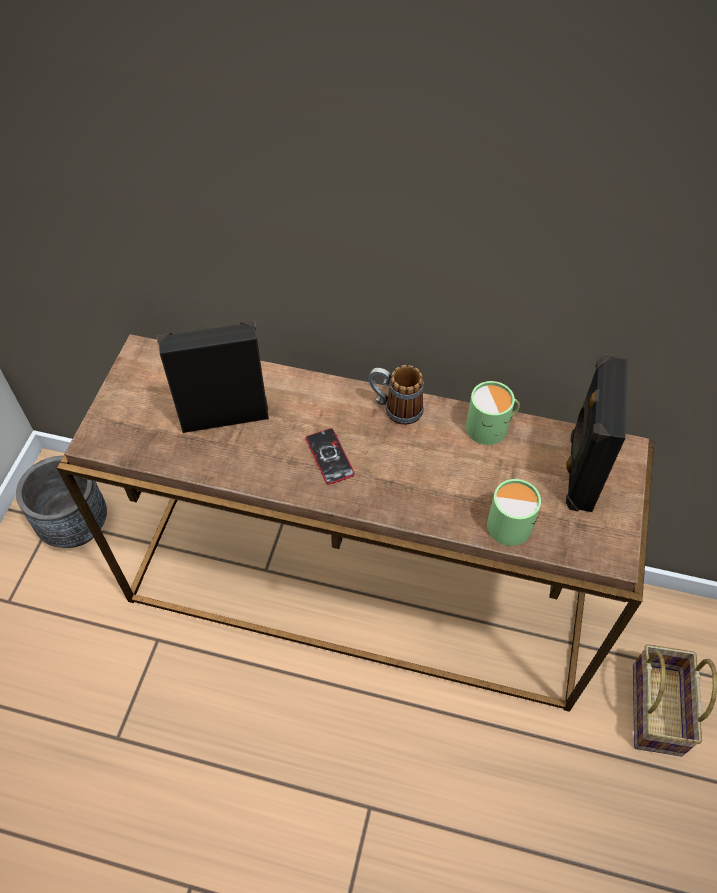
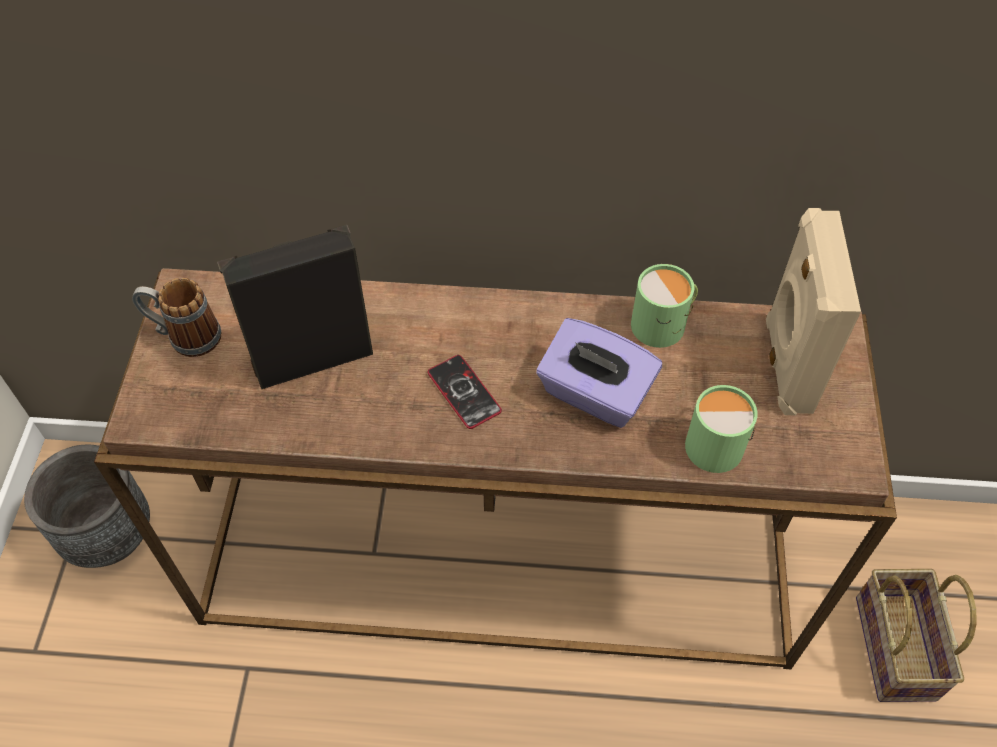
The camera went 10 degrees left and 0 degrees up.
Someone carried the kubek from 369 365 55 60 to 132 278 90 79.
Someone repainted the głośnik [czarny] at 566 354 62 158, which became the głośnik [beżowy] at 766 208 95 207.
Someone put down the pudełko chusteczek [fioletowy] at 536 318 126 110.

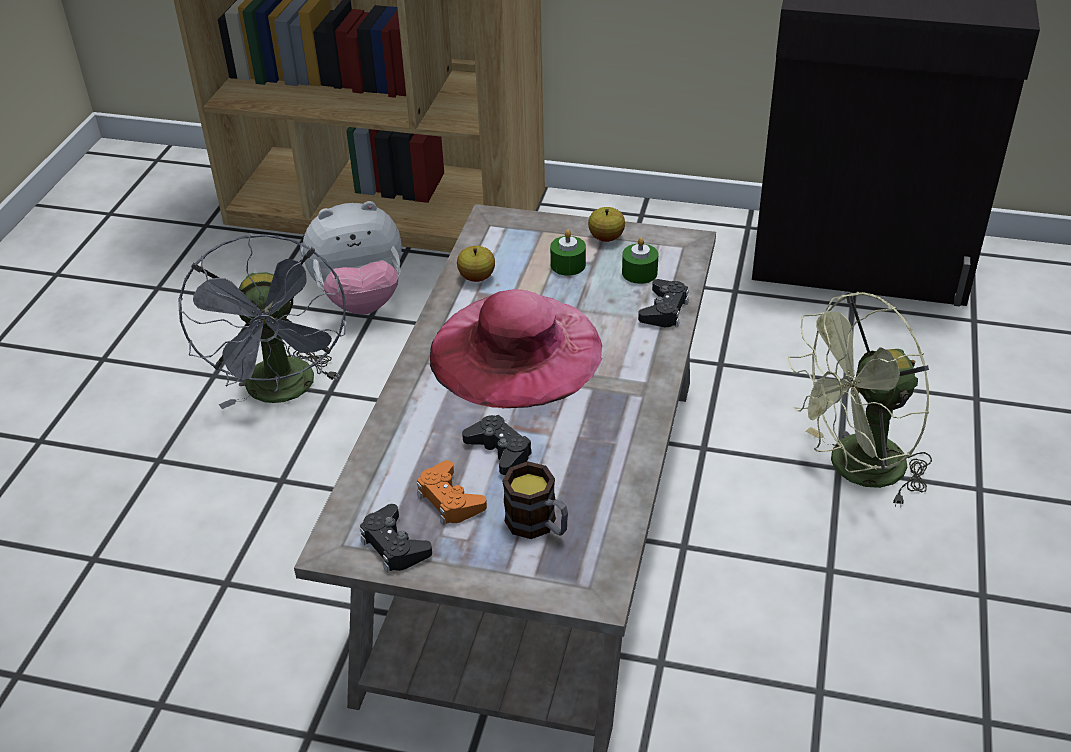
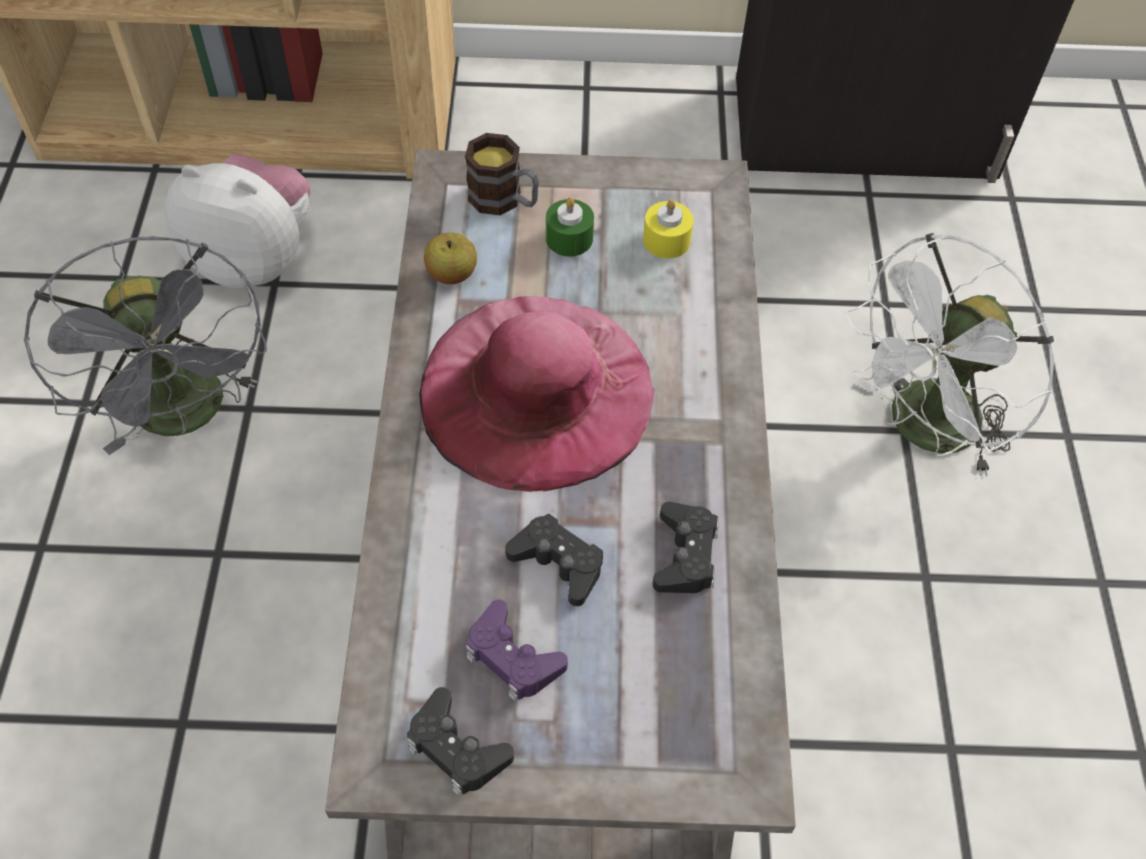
The camera went 15 degrees left and 15 degrees up.
Someone rotated the pluszak at 302 201 100 114 by 135 degrees counterclockwise.
Someone repainted the pad do gier [pomarańczowy] at 417 460 70 65, which became the pad do gier [fioletowy] at 466 600 102 102.
Someone carried the kubek from 502 461 66 78 to 465 133 74 82.
Someone took away the jabłko at 588 207 37 35.
Someone repainted the świeca [zielony] at 622 237 36 47, which became the świeca [żółty] at 643 199 51 59.
Someone carried the pad do gier [czarny] from 638 279 51 48 to 652 502 67 91.
Someone repainted the wentylator [zielony] at 788 292 144 216, which became the wentylator [biały] at 846 233 208 243.

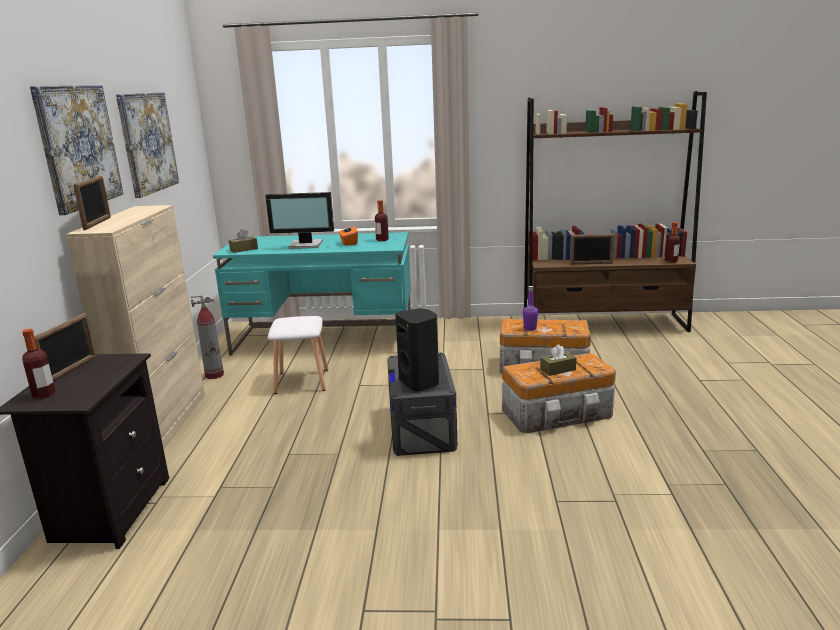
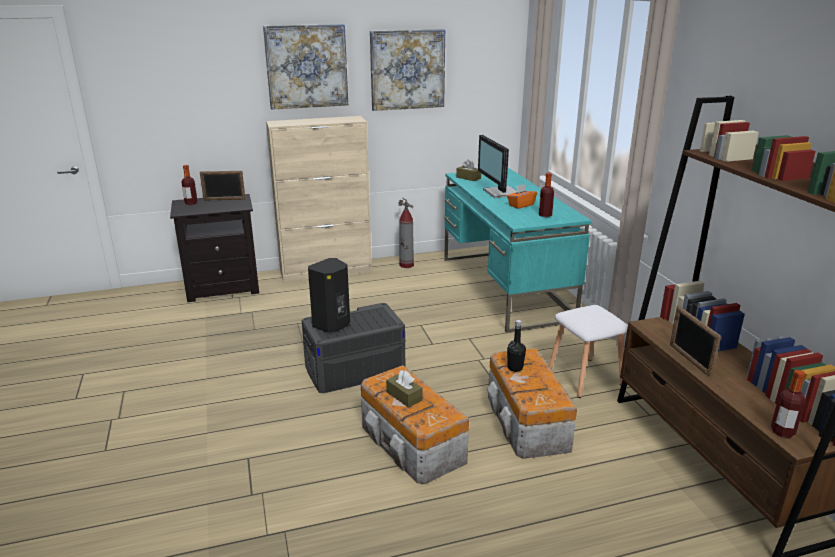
The camera went 70 degrees right and 5 degrees up.
Someone took away the ramka na zdjęcie at 73 176 38 54.
Someone carried the stołek [biały] from 268 316 60 78 to 548 305 80 93.
Someone repainted the butelka [fioletowy] at 523 286 15 45, which became the butelka [czarny] at 507 320 19 52.

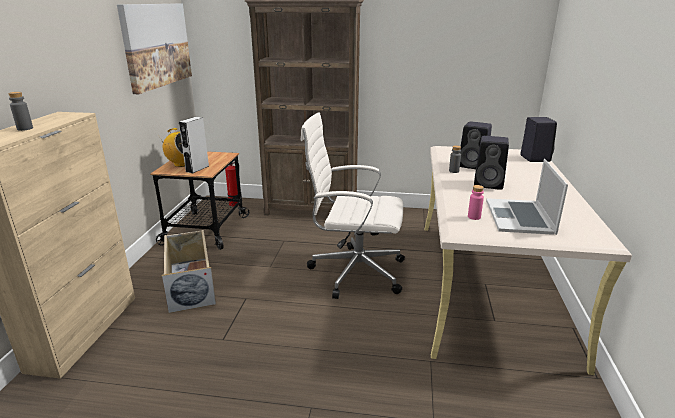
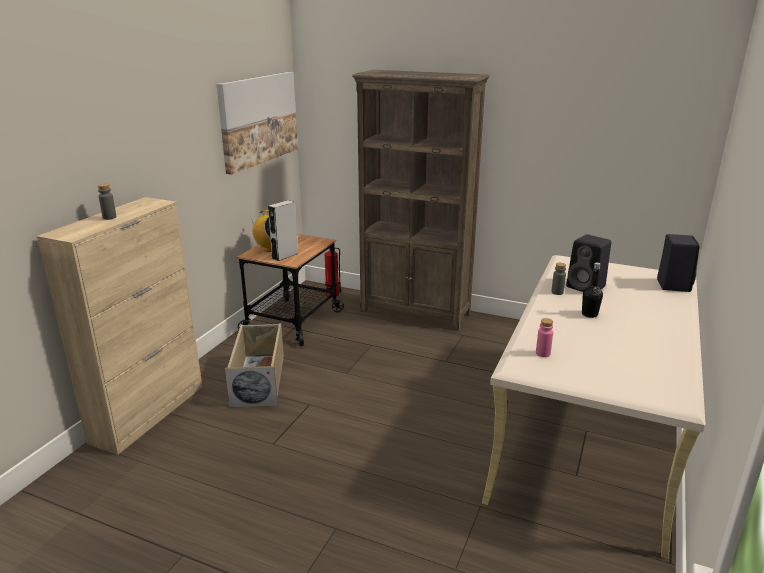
The camera went 15 degrees right and 0 degrees up.
Someone took away the krzesło biurowe [biały] at 300 112 105 187.
Someone swapped the głośnik [czarny] at 474 136 35 54 for the butelka [czarny] at 582 263 21 55.
Someone took away the laptop at 486 159 82 76.

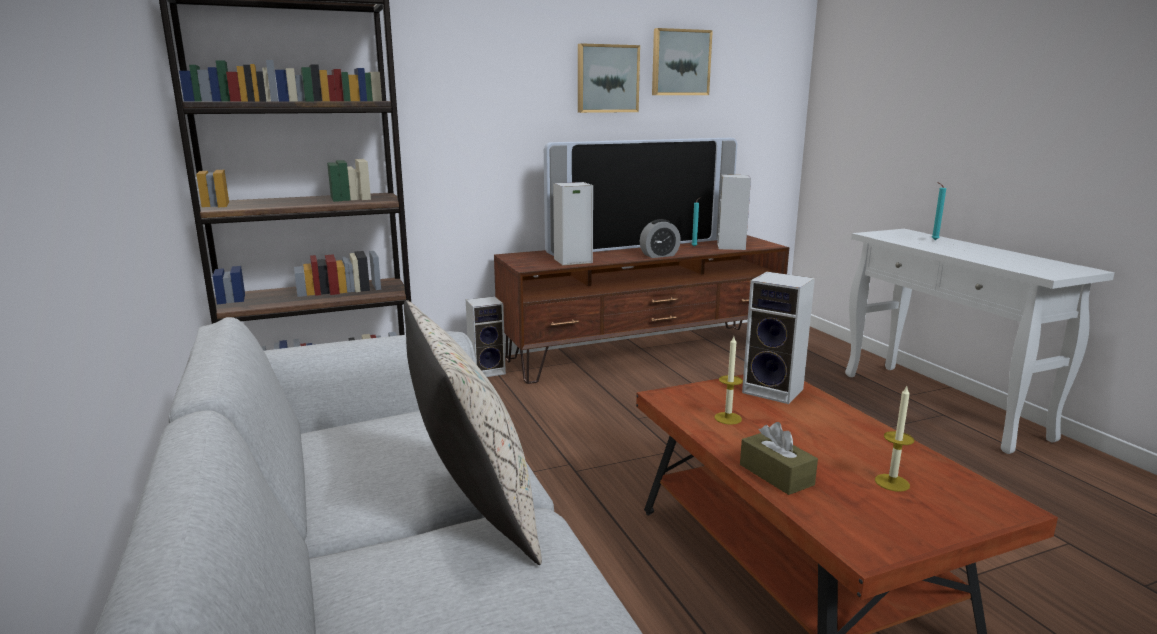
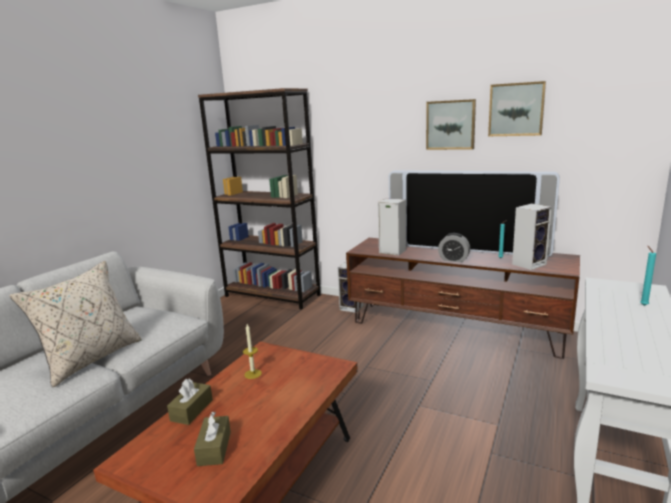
The camera went 50 degrees right and 0 degrees up.
Someone took away the głośnik at 742 272 73 132.
Someone swapped the świeca at 875 386 39 106 for the pudełko chusteczek [brązowy] at 194 411 37 55.

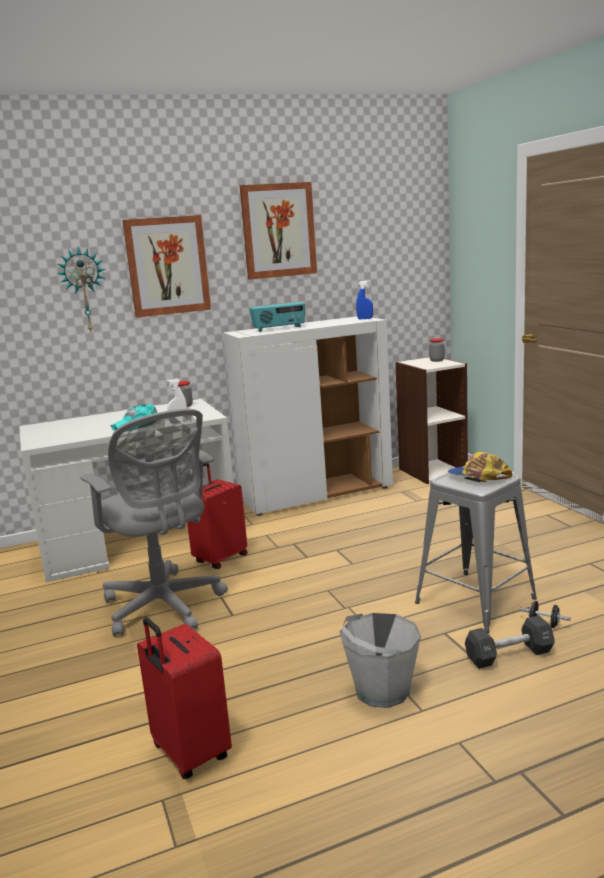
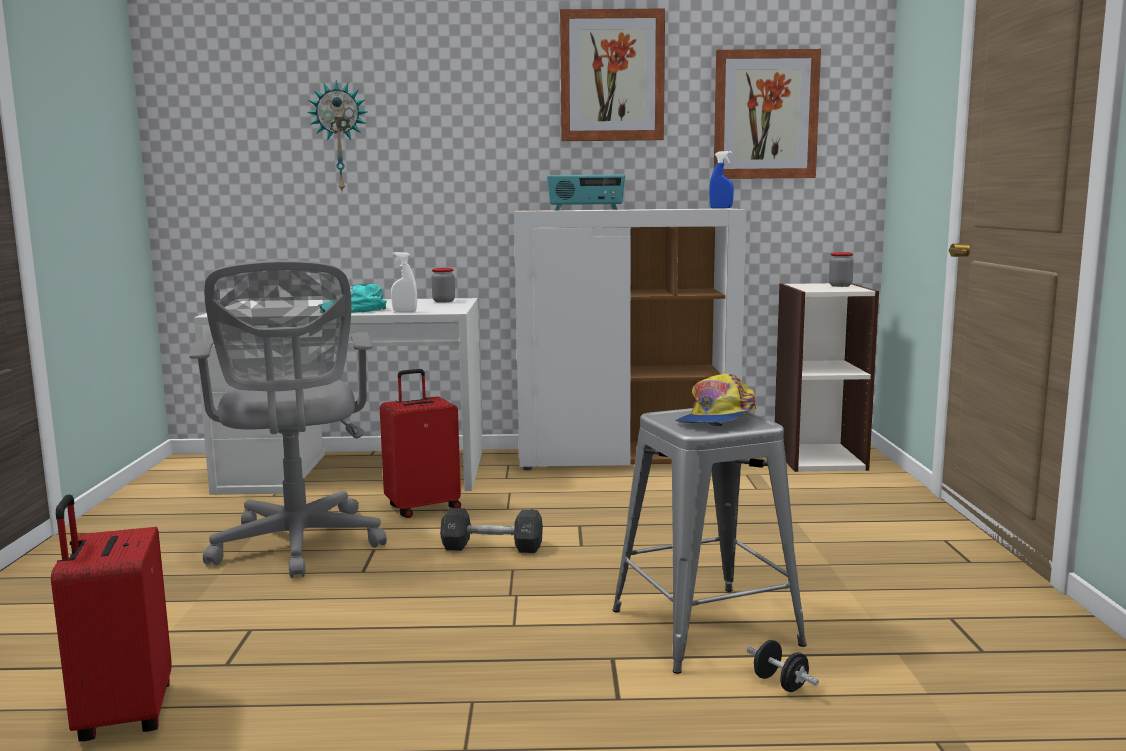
The camera went 20 degrees right and 5 degrees down.
Someone carried the obraz from 122 215 89 103 to 714 49 107 130.
Someone took away the wiadro [szary] at 340 613 81 95.
Someone rotated the czapka z daszkiem at 448 452 64 28 by 120 degrees counterclockwise.
Someone carried the hantel [czarny] from 465 615 90 54 to 440 508 103 45.

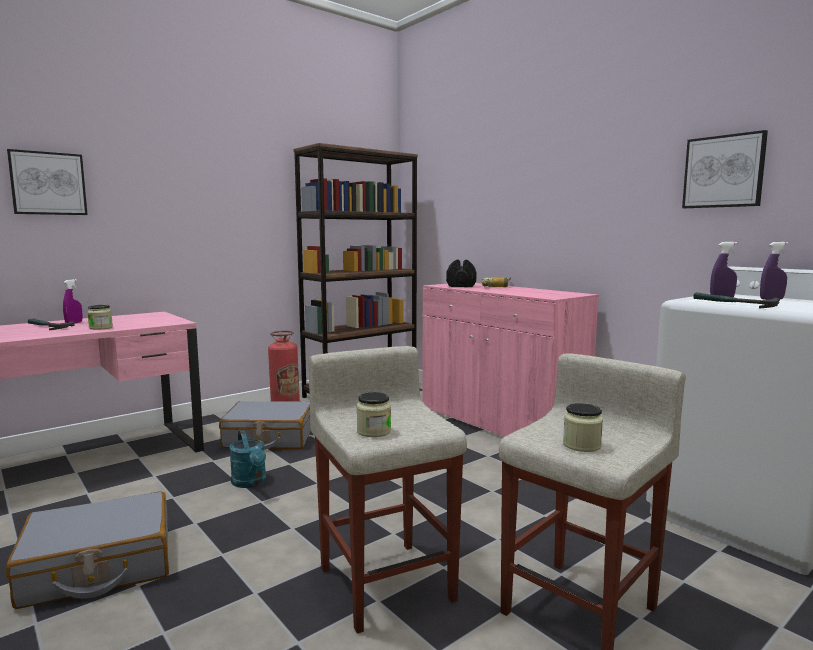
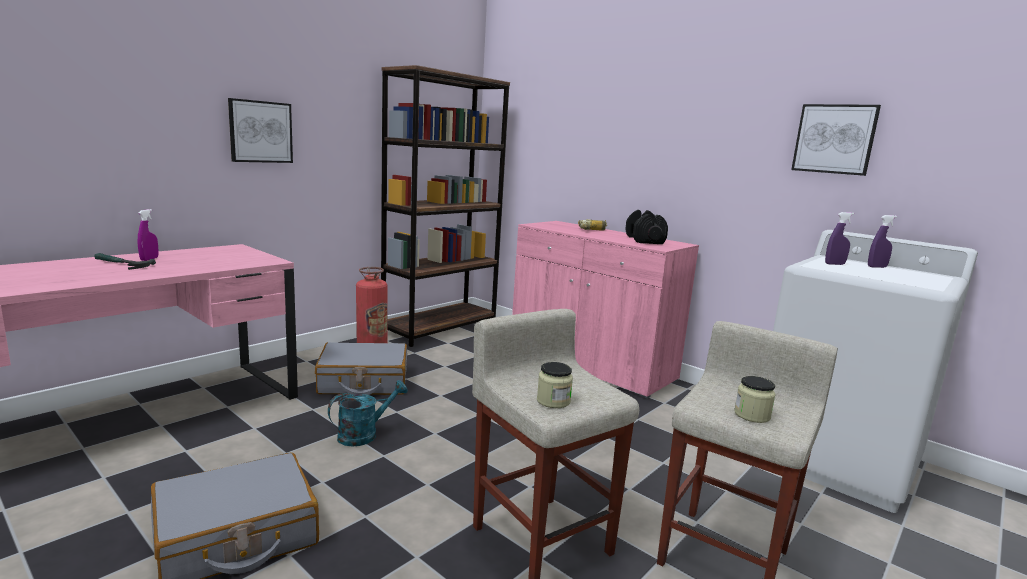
The camera went 10 degrees left and 5 degrees up.
Someone carried the obraz from 7 149 81 66 to 228 98 65 65.
Someone took away the słoik at 87 305 26 25.
Someone rotated the konewka [turkusowy] at 229 430 37 58 by 90 degrees counterclockwise.
Someone carried the hantel [czarny] from 446 260 31 27 to 625 210 43 34.
Someone took away the młotek at 693 292 87 16.

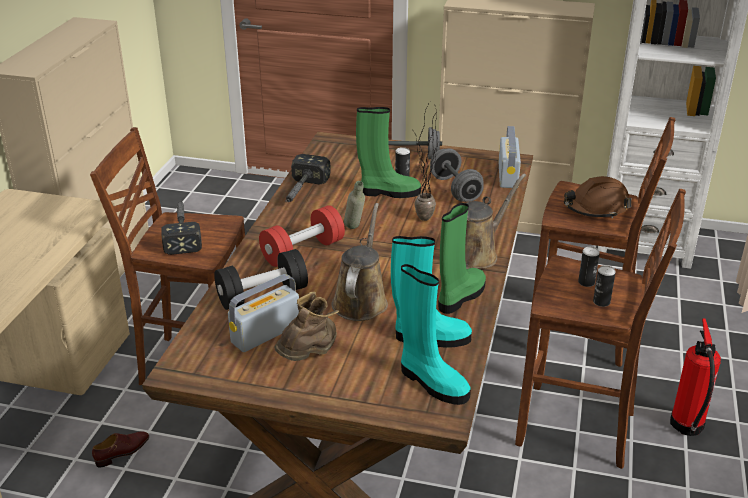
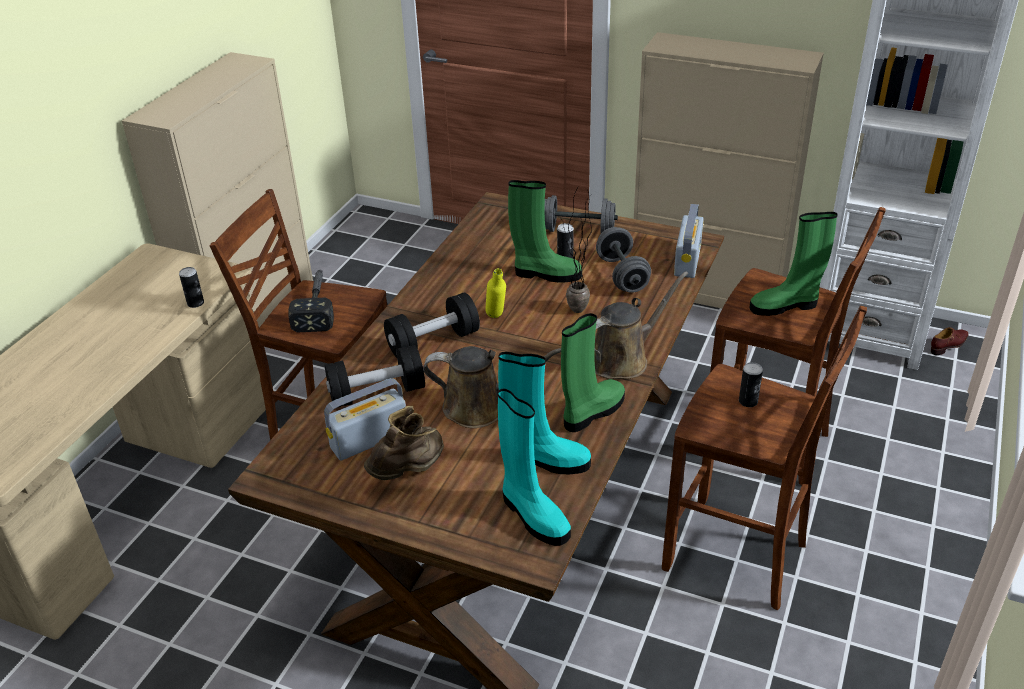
The camera went 10 degrees right and 5 degrees up.
Someone carried the but [brązowy] from 92 431 57 36 to 931 327 38 28.
Someone repainted the hantel [czerwony] at 259 205 86 62, which became the hantel [czarny] at 384 293 96 65.
Someone took away the młotek at 285 154 46 48.
Someone rotated the konewka [brązowy] at 332 203 56 118 by 75 degrees clockwise.
Someone repainted the butelka [szary] at 344 181 21 48, which became the butelka [żółty] at 485 268 21 50.
Someone swapped the kask [brązowy] at 564 176 67 42 for the but z cholewką [zielony] at 749 212 88 104.
Someone carried the puszka from 593 265 23 42 to 179 267 25 41.
Someone took away the gaśnica at 670 318 51 118.

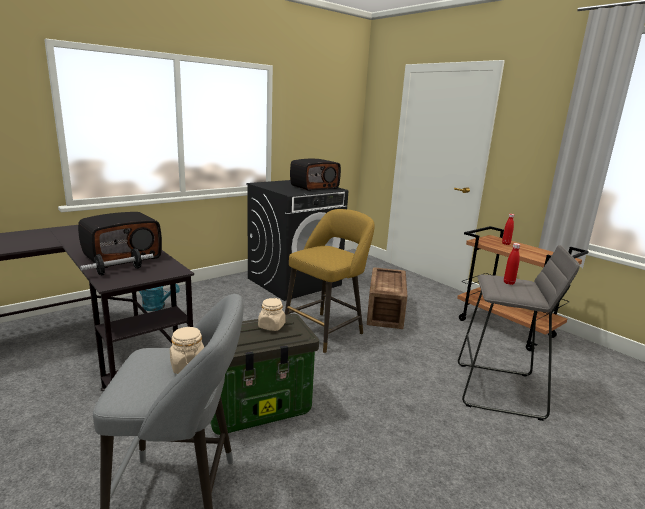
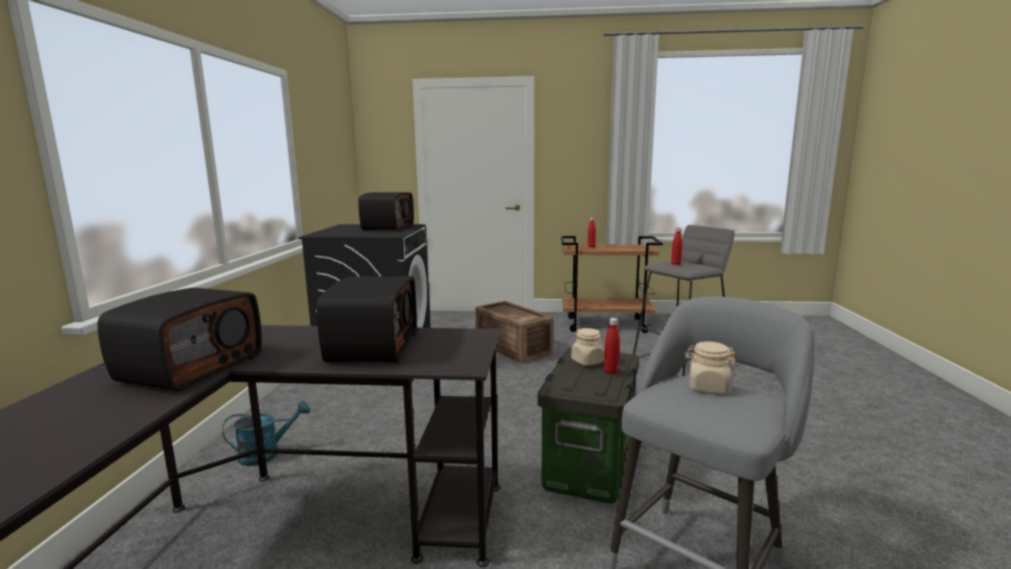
The camera went 45 degrees left and 5 degrees down.
Someone took away the hantel at 80 248 73 27.
Someone took away the stołek [żółty] at 285 209 90 144.
Someone put down the radio at 97 288 165 104.
Someone put down the butelka [czerwony] at 604 318 16 56.

